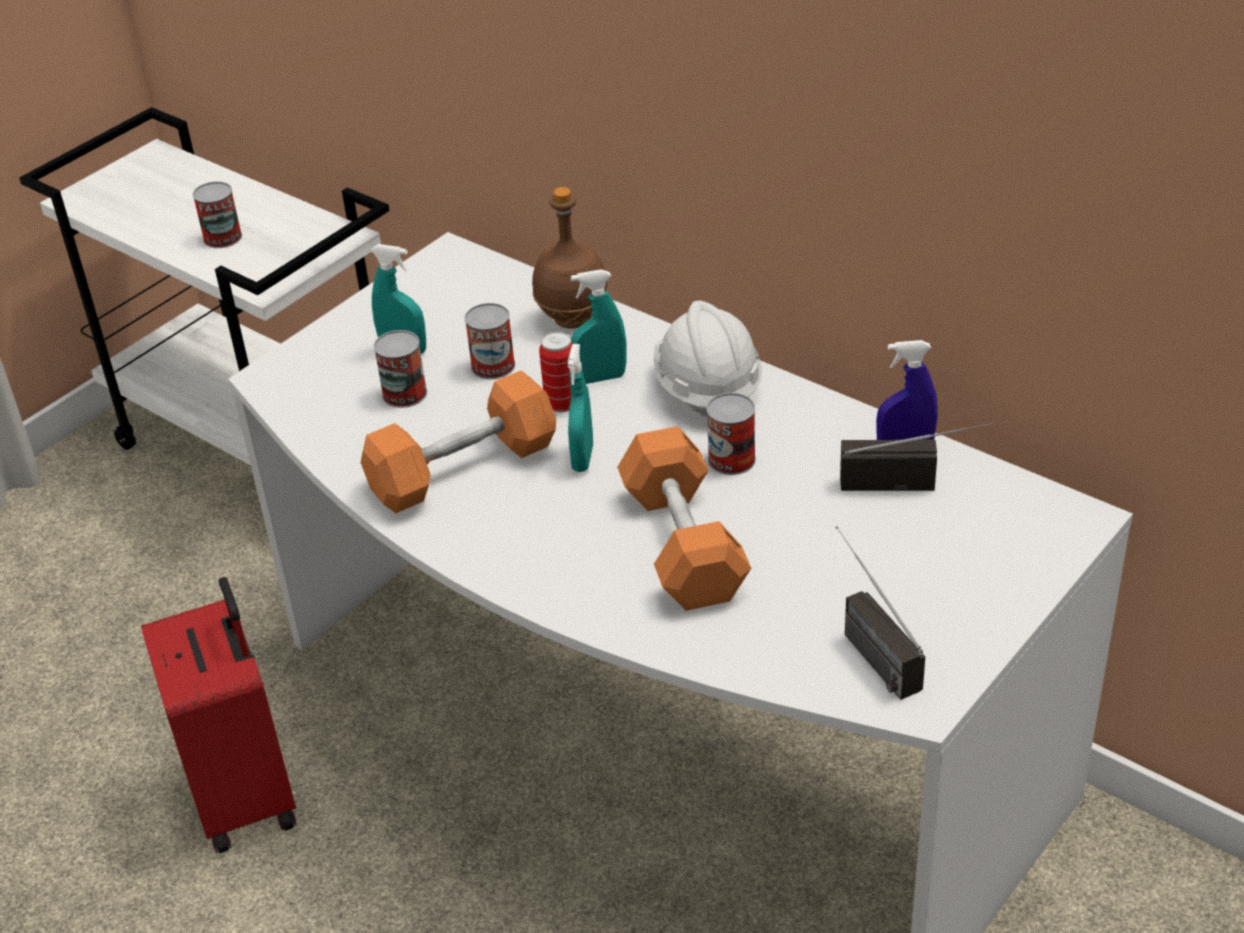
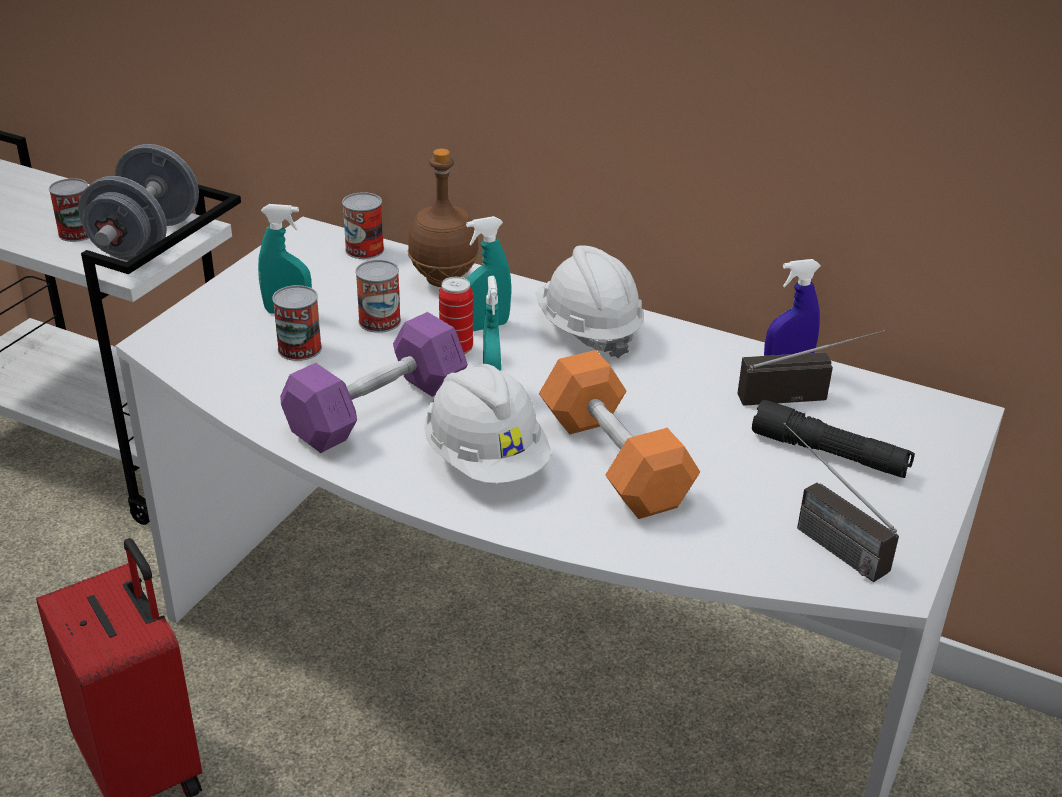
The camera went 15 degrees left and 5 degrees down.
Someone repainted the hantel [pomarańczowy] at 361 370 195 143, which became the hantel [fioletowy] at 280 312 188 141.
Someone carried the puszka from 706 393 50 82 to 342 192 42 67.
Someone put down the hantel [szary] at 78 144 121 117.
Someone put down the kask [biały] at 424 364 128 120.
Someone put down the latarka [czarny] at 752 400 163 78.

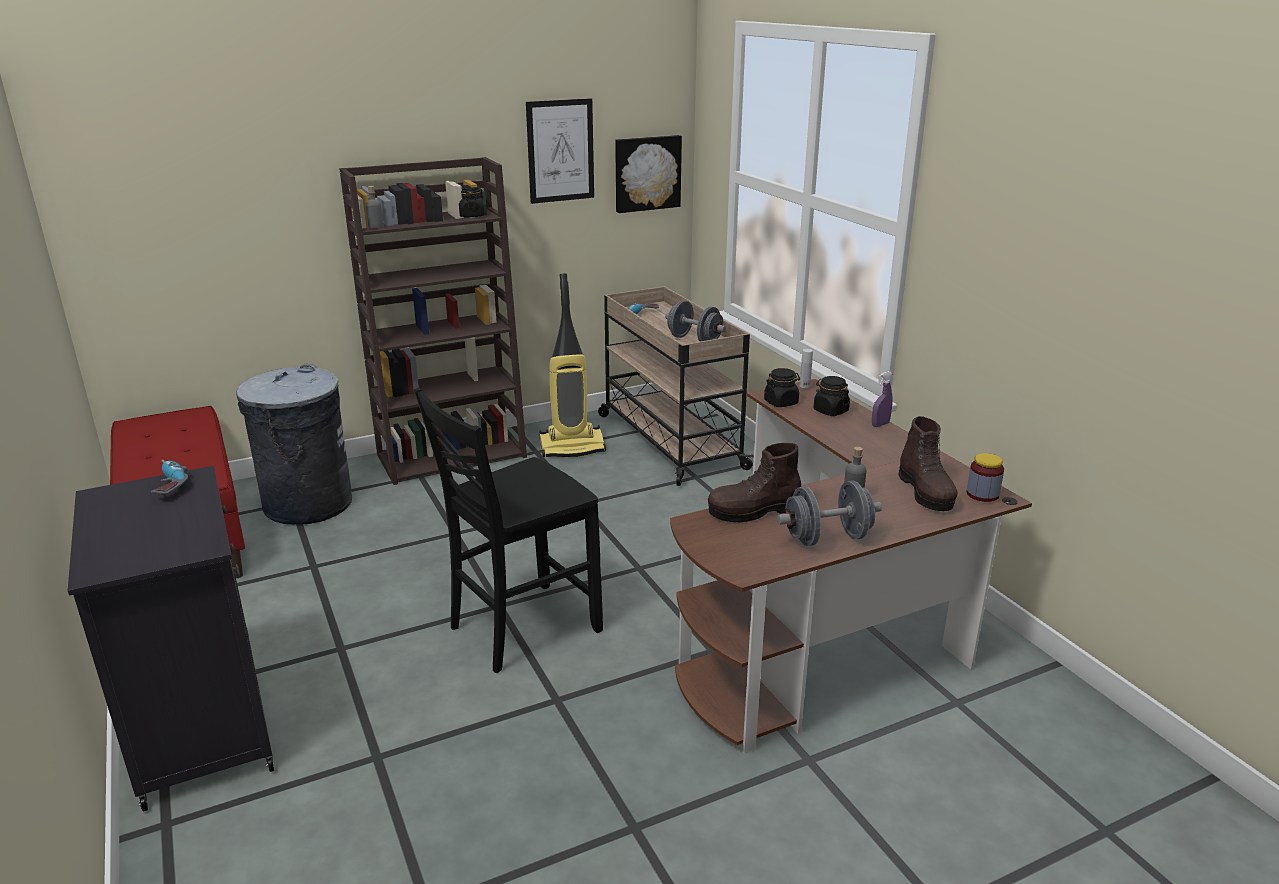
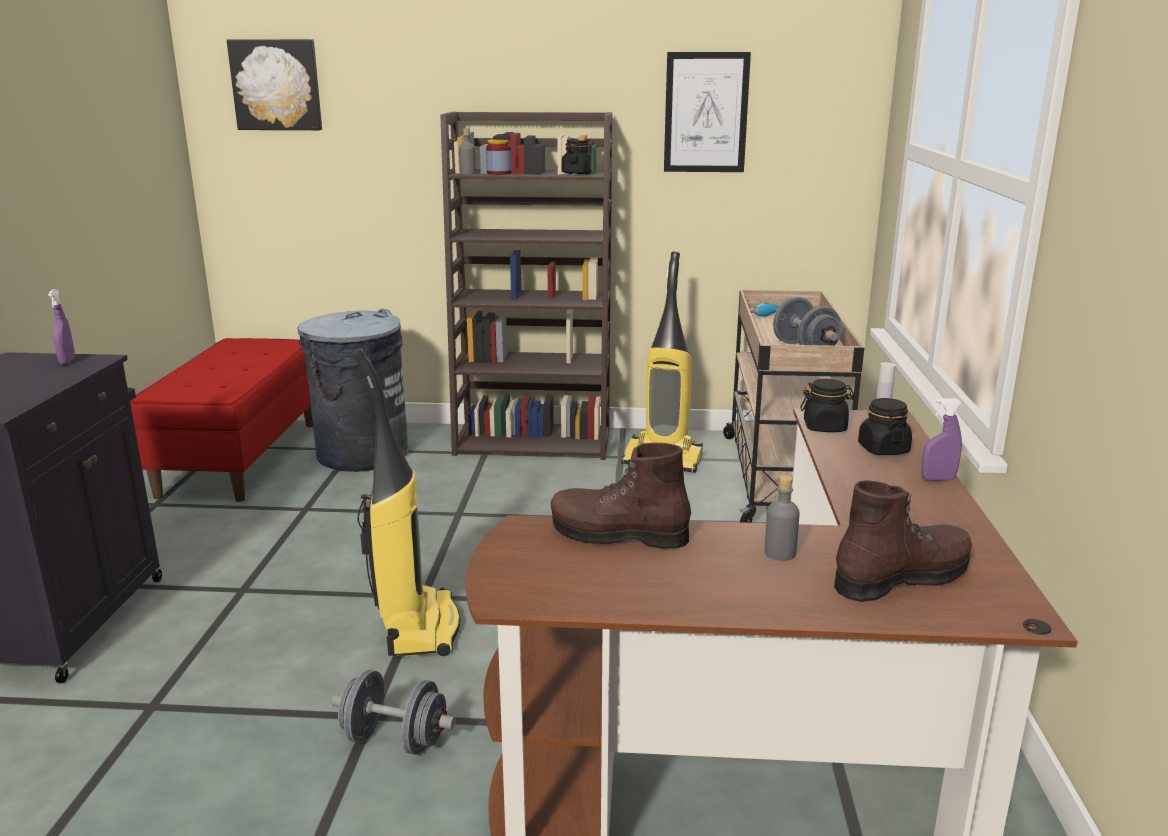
The camera went 30 degrees right and 5 degrees down.
Someone swapped the wiertarka at 151 460 37 35 for the spryskiwacz [fioletowy] at 48 289 27 75.
Someone swapped the krzesło [czarny] at 414 388 189 285 for the odkurzacz at 352 348 109 308.
Someone carried the obraz from 615 135 67 78 to 227 39 95 91.
Someone carried the hantel [szary] from 777 481 105 65 to 332 670 123 85.
Someone rotated the but z cholewką [brązowy] at 898 416 60 95 by 135 degrees counterclockwise.
Someone carried the słoik from 967 453 37 49 to 486 139 26 36.

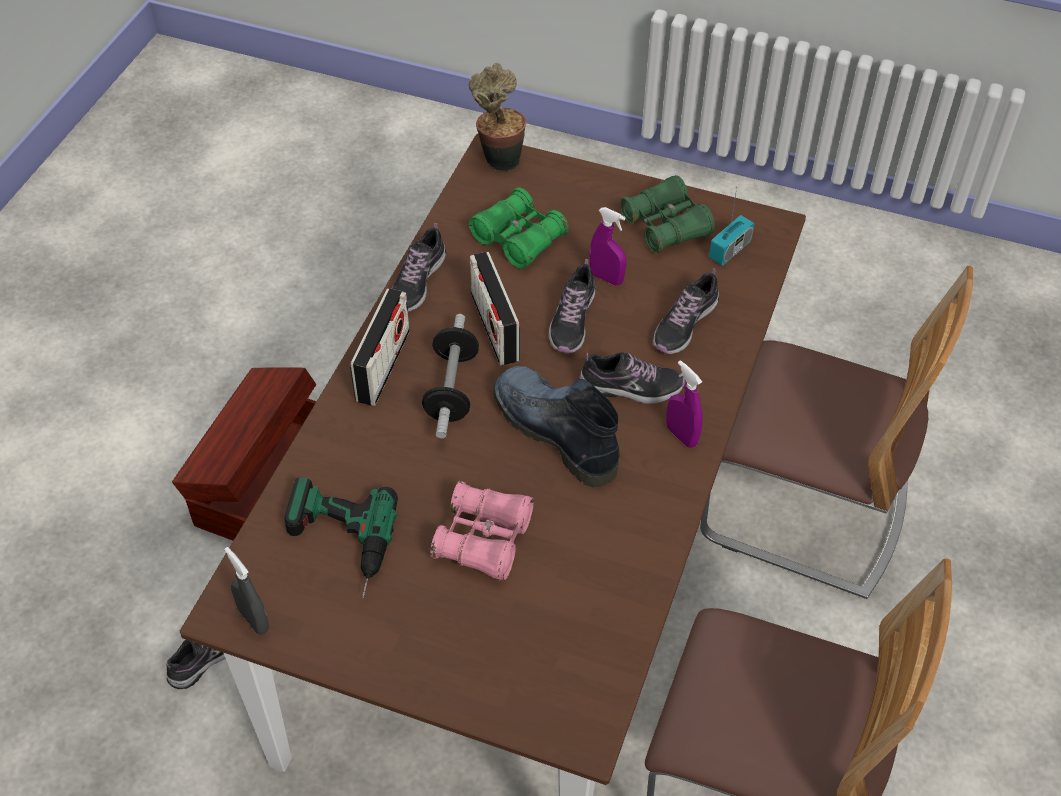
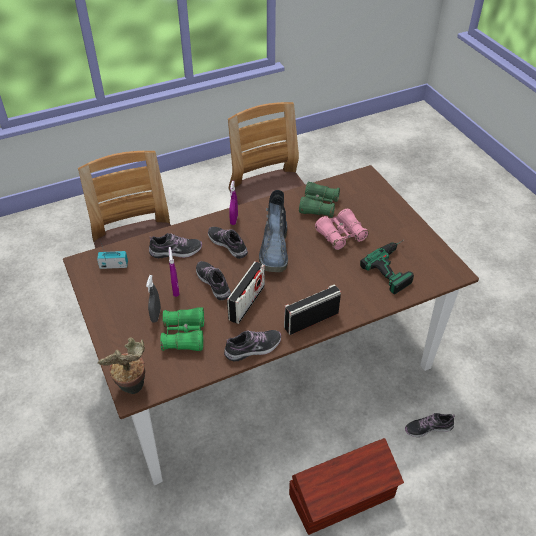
The camera went 135 degrees left and 5 degrees down.
Someone carried the spryskiwacz [szary] from 224 547 45 87 to 146 275 15 48.
Someone took away the hantel at 422 314 57 124.
Someone rotated the but at 549 259 47 94 by 90 degrees counterclockwise.
Someone carried the lornetka [zielony] from 619 175 96 78 to 299 182 41 36.

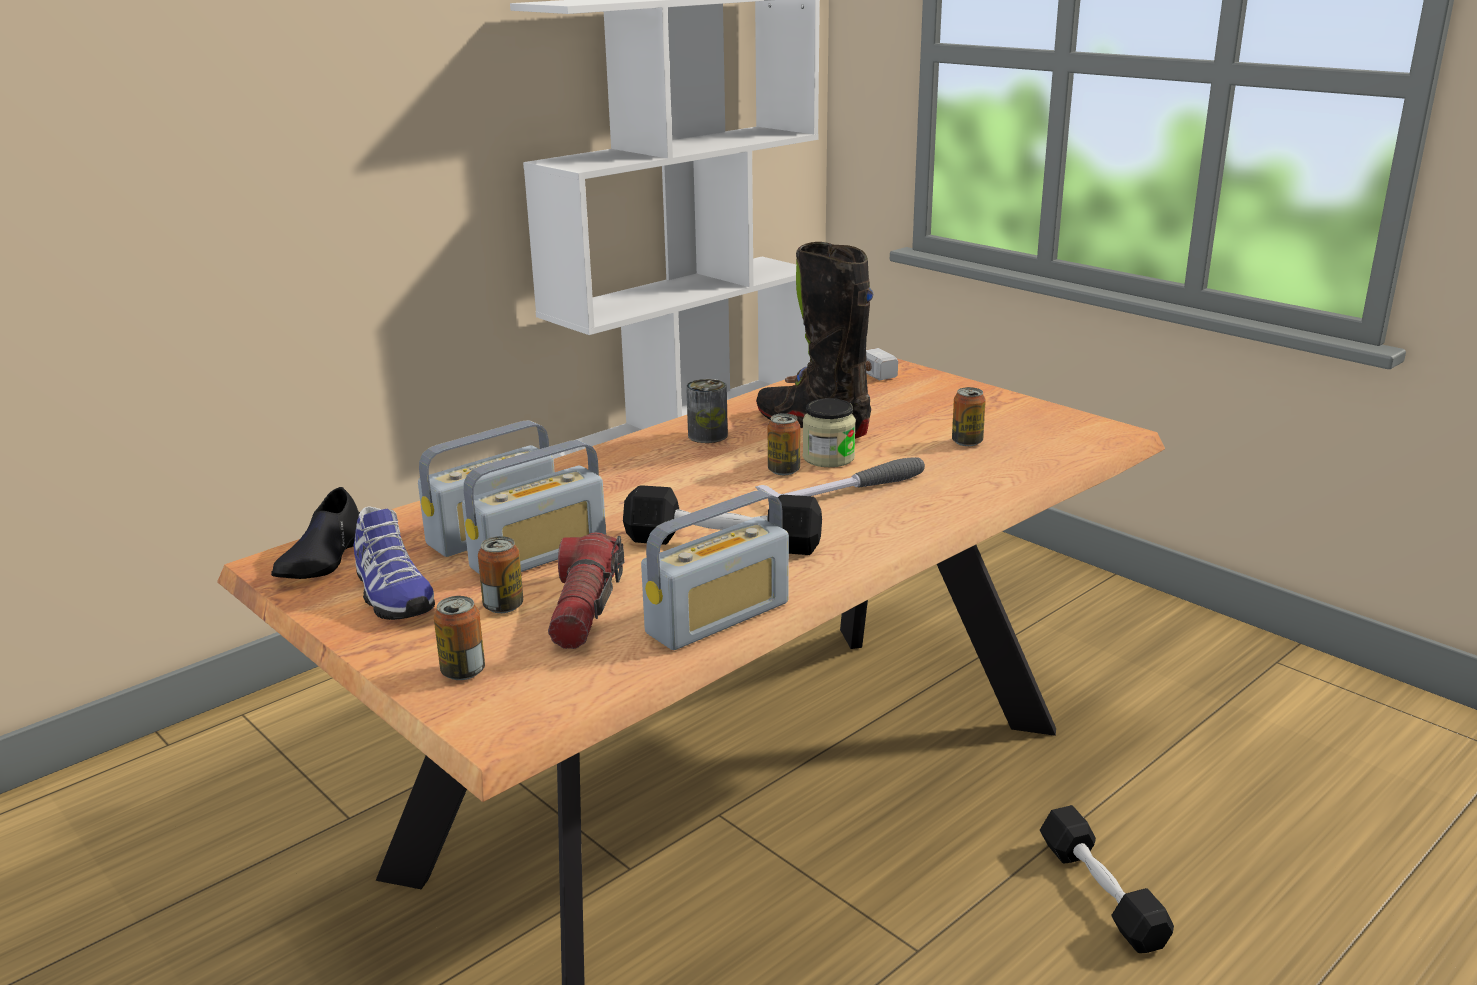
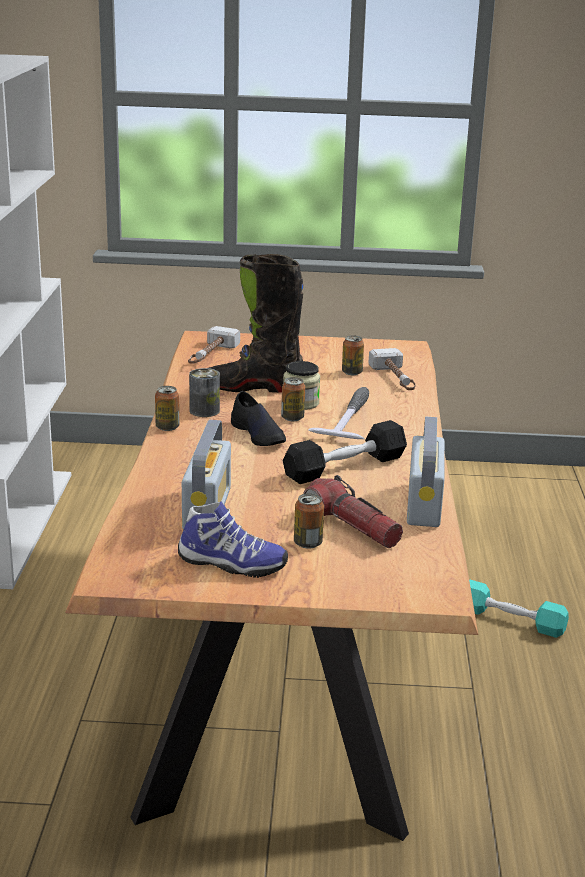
The camera went 45 degrees left and 0 degrees up.
Someone carried the but [czarny] from 271 487 89 92 to 231 391 55 55.
Someone carried the puszka from 434 596 51 84 to 155 386 24 45.
Someone took away the radio at 462 440 144 135.
Someone repainted the hantel [czarny] at 1040 805 134 148, which became the hantel [turkusowy] at 469 579 100 59.
Someone put down the młotek at 369 348 47 42.

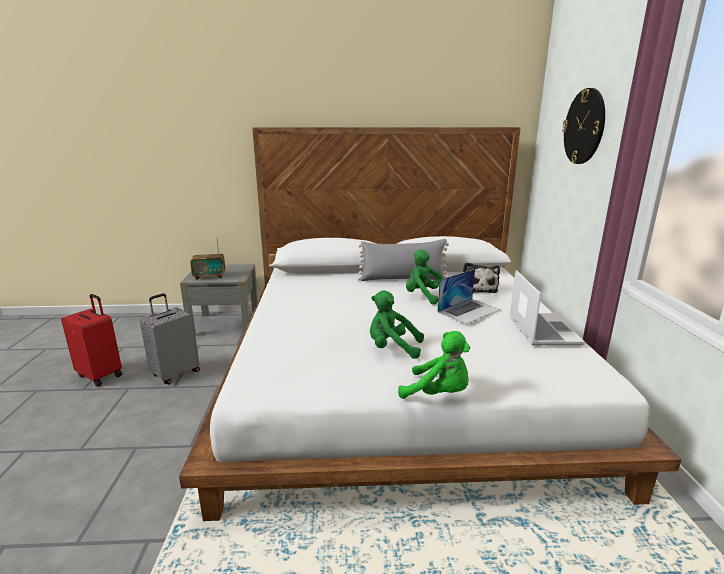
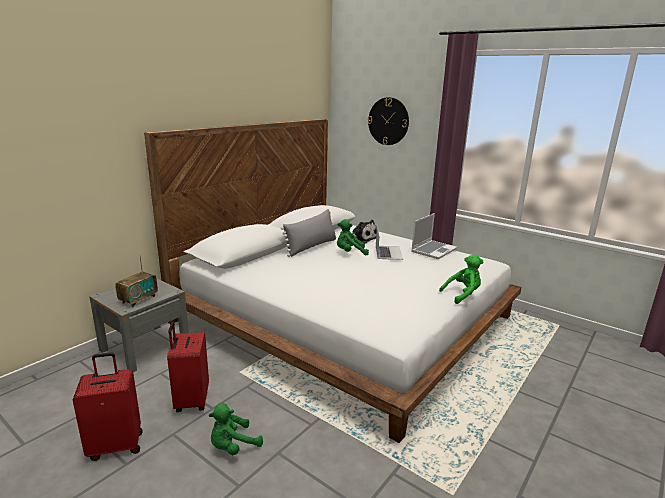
The camera went 50 degrees left and 0 degrees up.
Someone repainted the walizka [szary] at 140 293 60 91, which became the walizka [czerwony] at 167 322 42 90.
Someone carried the pluszak [zielony] from 370 291 54 68 to 209 403 54 52.
Someone rotated the laptop at 509 270 76 75 by 90 degrees clockwise.

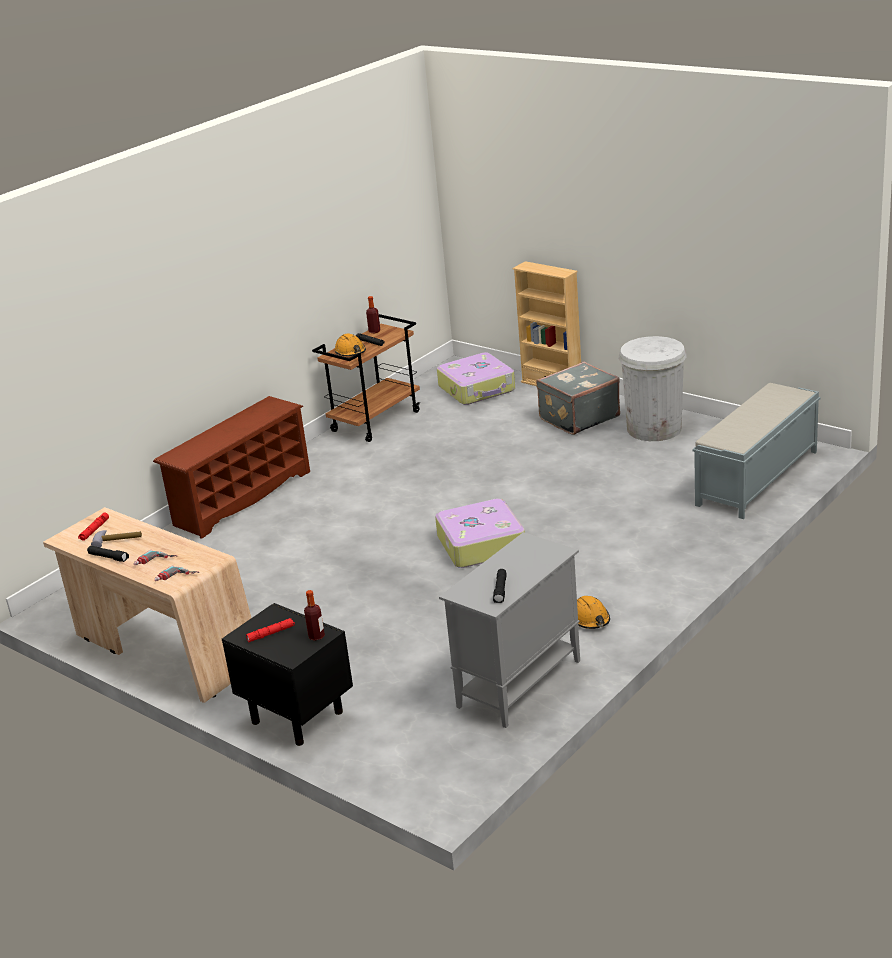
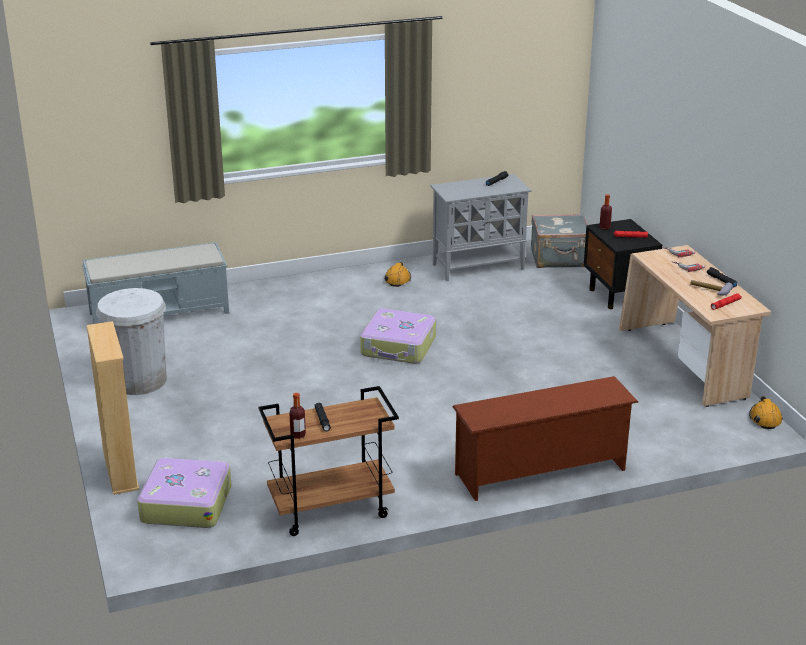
The camera went 150 degrees left and 0 degrees up.
Someone carried the kask [pomarańczowy] from 335 334 31 22 to 749 396 34 33.
Someone carried the walizka [szary] from 536 361 84 74 to 531 214 56 54.

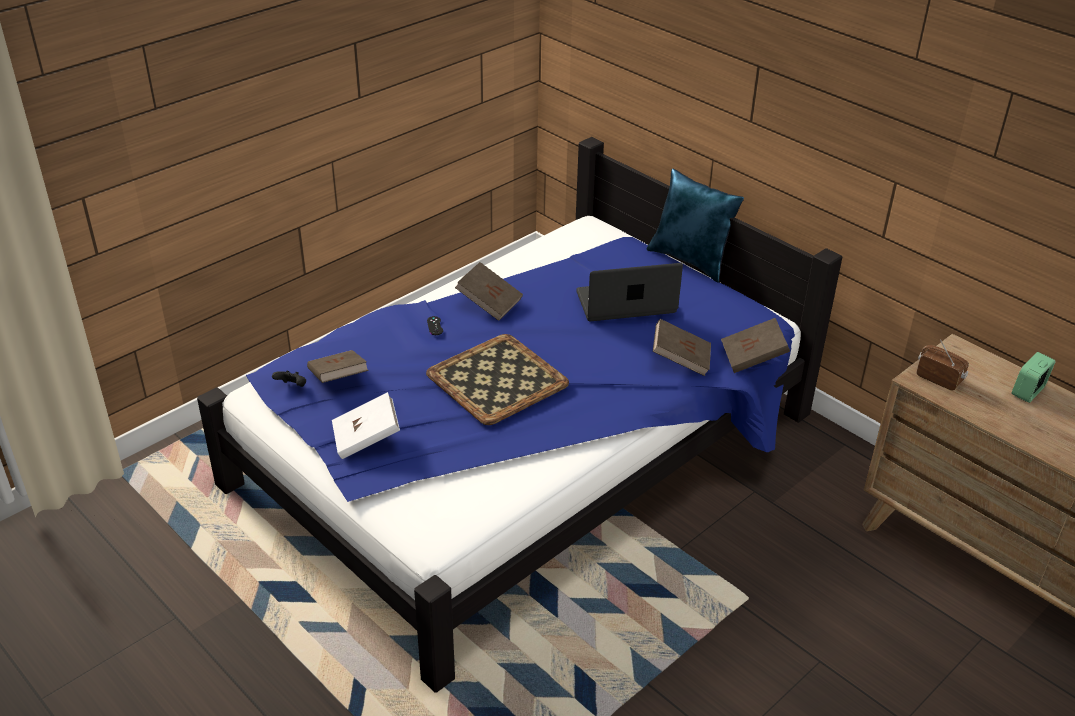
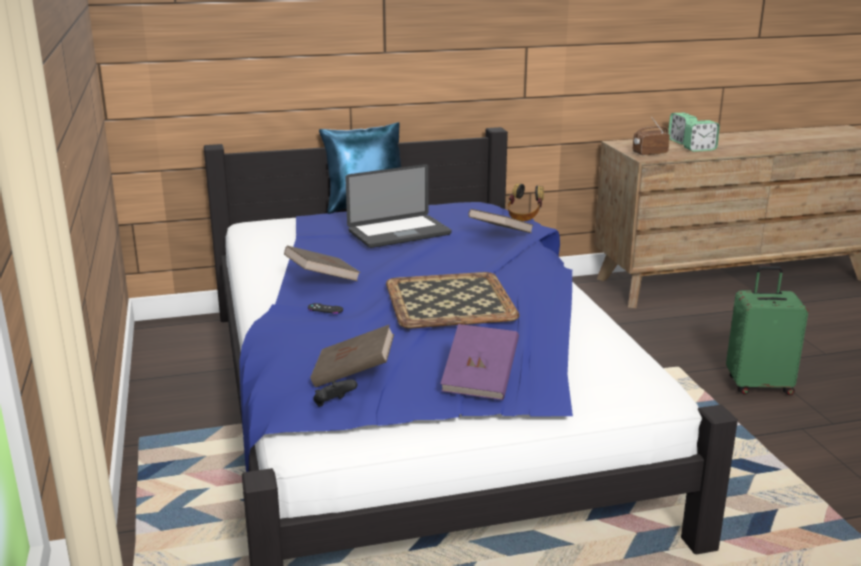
The camera went 60 degrees left and 15 degrees down.
Someone repainted the książka [biały] at 332 392 68 67, which became the książka [fioletowy] at 440 324 79 76.
Someone rotated the laptop at 576 263 107 58 by 135 degrees counterclockwise.
Someone swapped the książka [brązowy] at 721 318 69 55 for the słuchawki at 507 183 37 38.
Someone put down the budzik at 684 120 36 32.
Someone put down the walizka [zielony] at 726 266 82 129.

